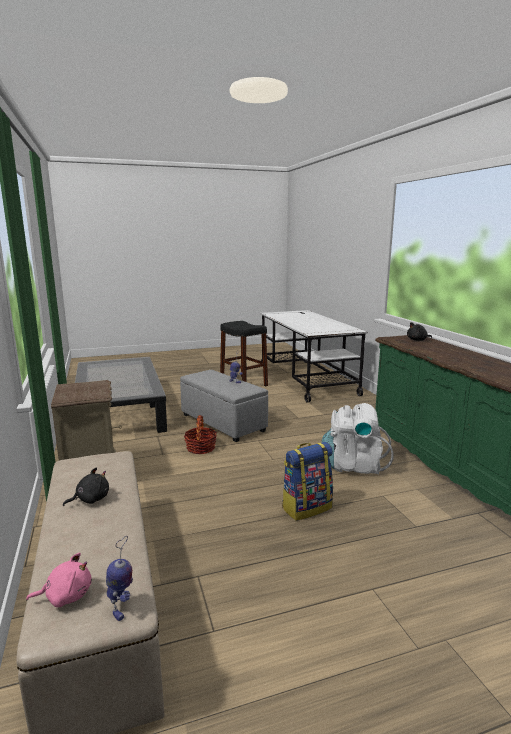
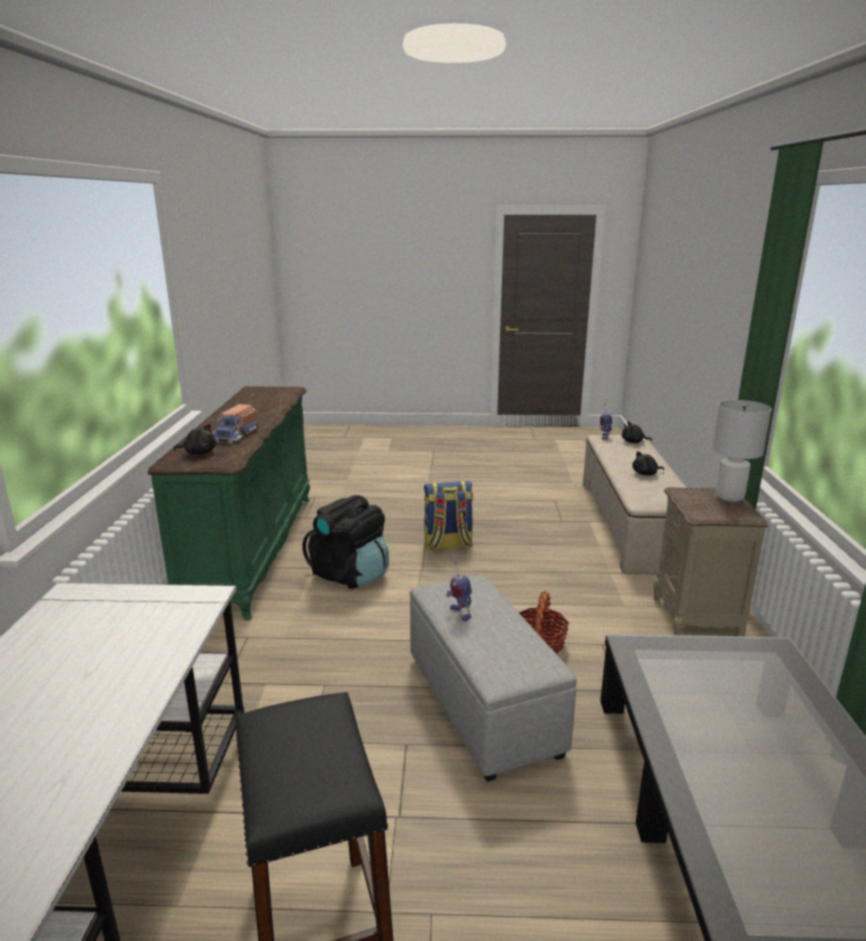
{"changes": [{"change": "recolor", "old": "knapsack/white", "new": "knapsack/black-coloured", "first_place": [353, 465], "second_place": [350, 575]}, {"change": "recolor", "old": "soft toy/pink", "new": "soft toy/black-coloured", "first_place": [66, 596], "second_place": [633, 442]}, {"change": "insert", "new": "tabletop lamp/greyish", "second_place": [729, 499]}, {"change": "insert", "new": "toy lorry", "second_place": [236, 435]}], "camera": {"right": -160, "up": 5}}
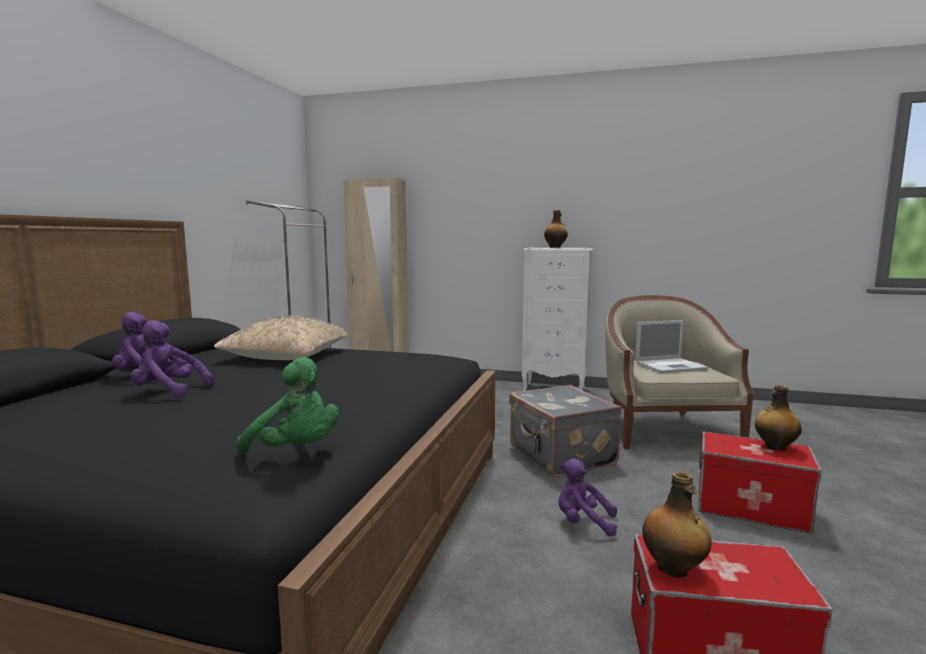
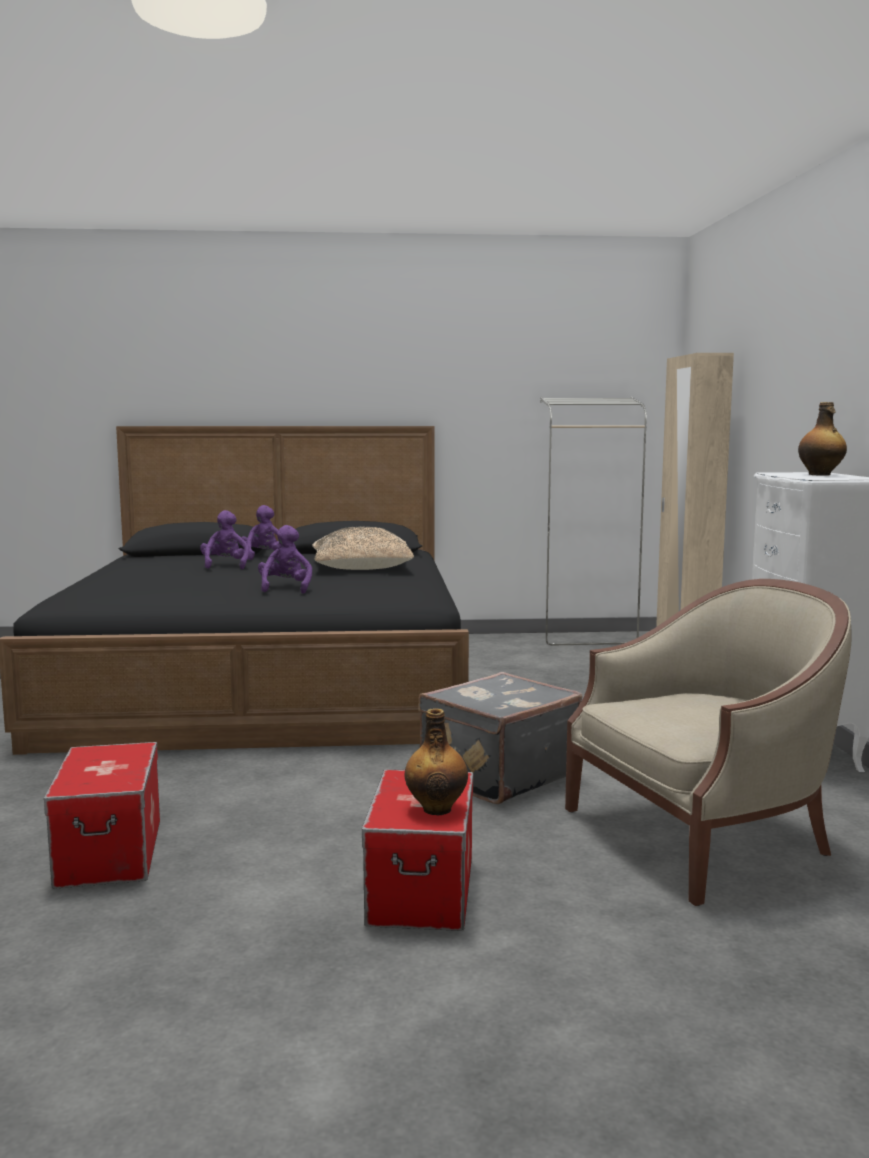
{"changes": [{"change": "delete", "old": "laptop", "first_place": [671, 366]}, {"change": "delete", "old": "soft toy/green", "first_place": [296, 451]}, {"change": "move", "old": "soft toy/purple-coloured", "first_place": [583, 523], "second_place": [285, 588]}, {"change": "delete", "old": "drink bottle", "first_place": [673, 569]}], "camera": {"right": 70, "up": 0}}
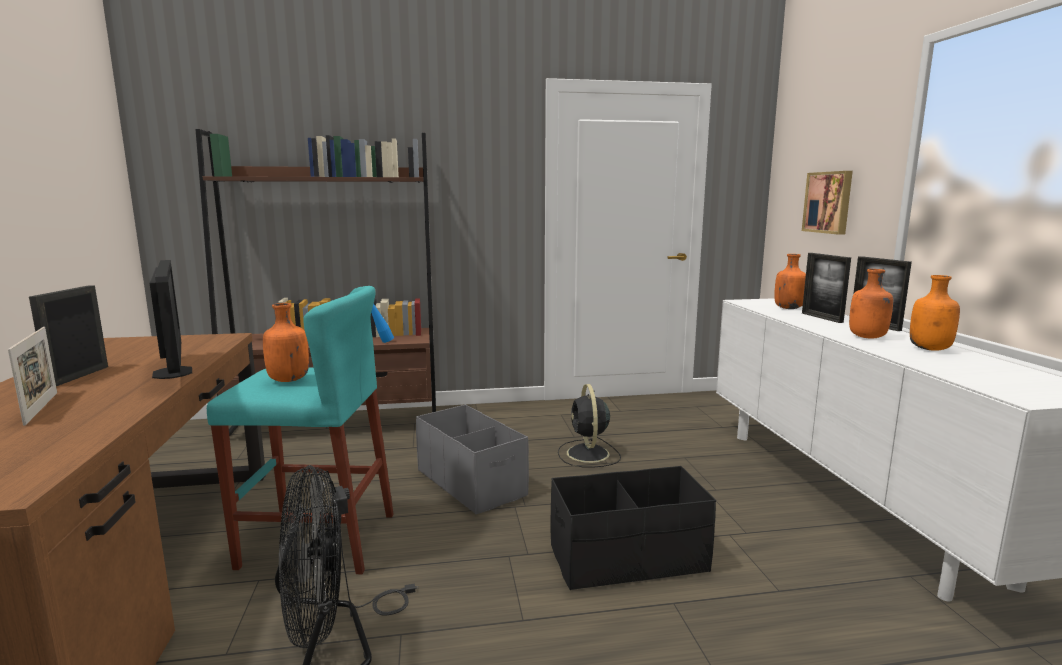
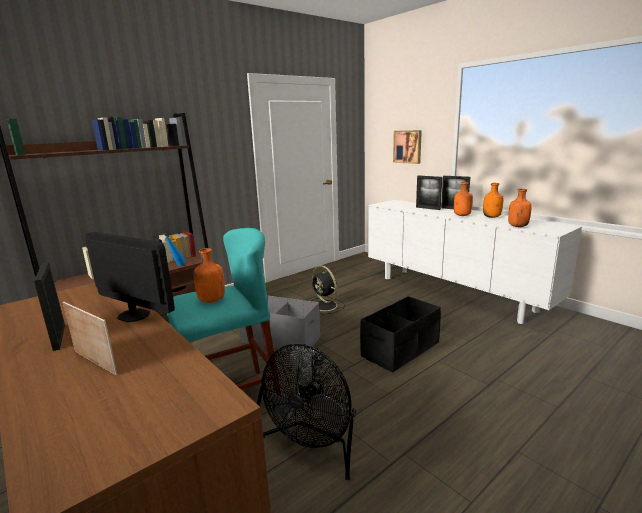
{"changes": [{"change": "move", "old": "drink bottle/orangey", "first_place": [788, 308], "second_place": [517, 226]}], "camera": {"right": -30, "up": 5}}
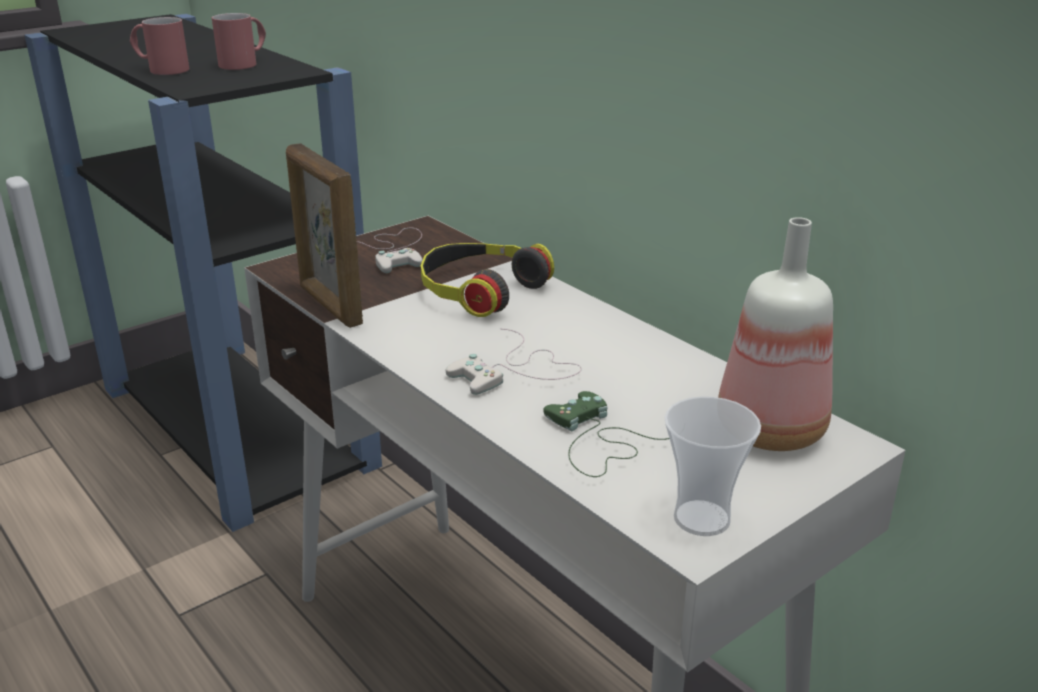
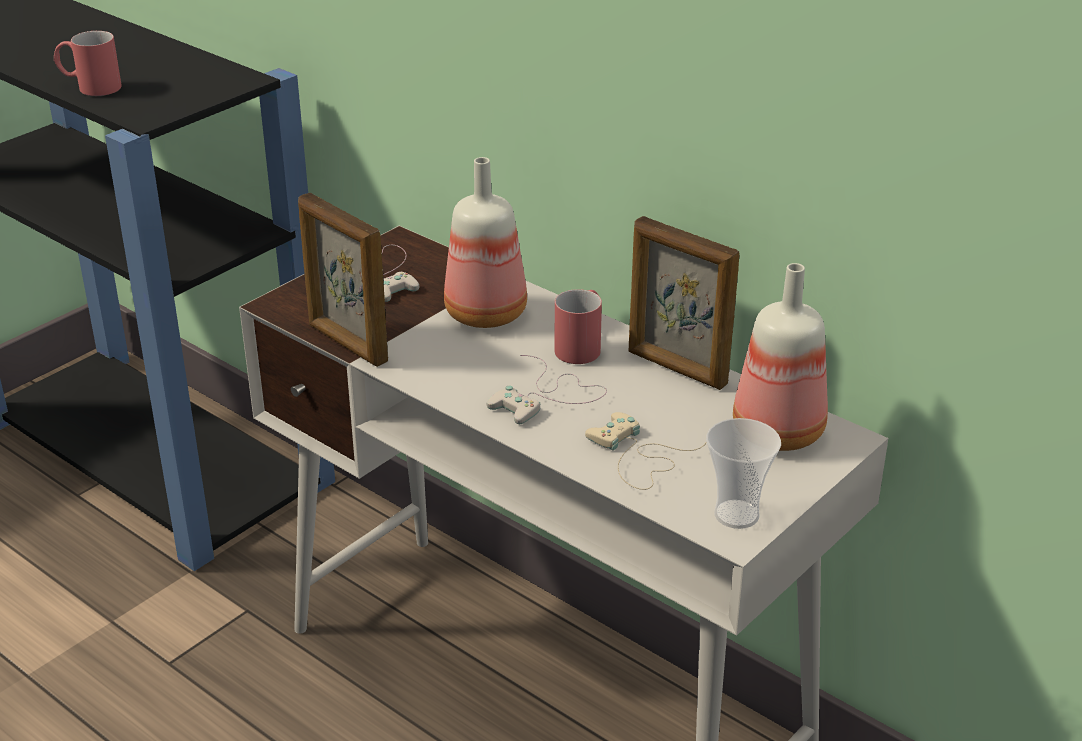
{"changes": [{"change": "move", "old": "coffee mug/red-coloured", "first_place": [245, 63], "second_place": [582, 345]}, {"change": "replace", "old": "headset", "new": "drink bottle", "first_place": [480, 290], "second_place": [485, 312]}, {"change": "recolor", "old": "gamepad/green", "new": "gamepad/beige", "first_place": [600, 441], "second_place": [639, 456]}, {"change": "insert", "new": "standing frame", "second_place": [676, 368]}], "camera": {"right": -10, "up": 5}}
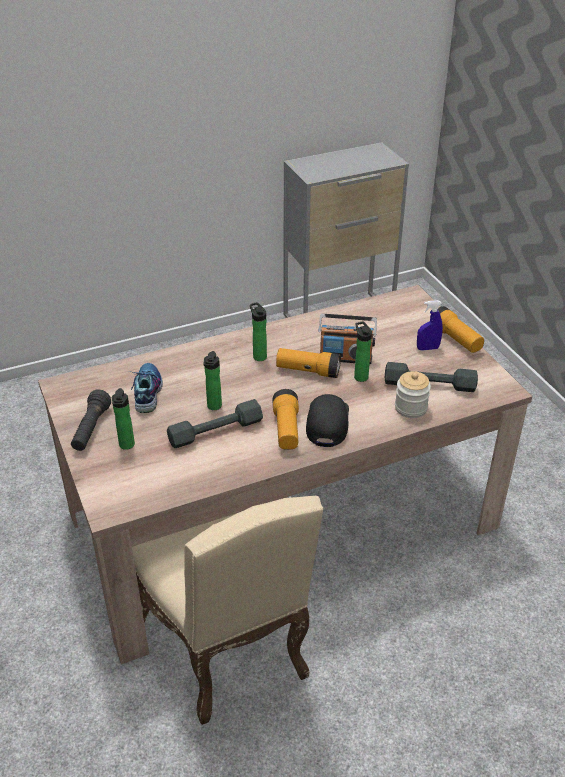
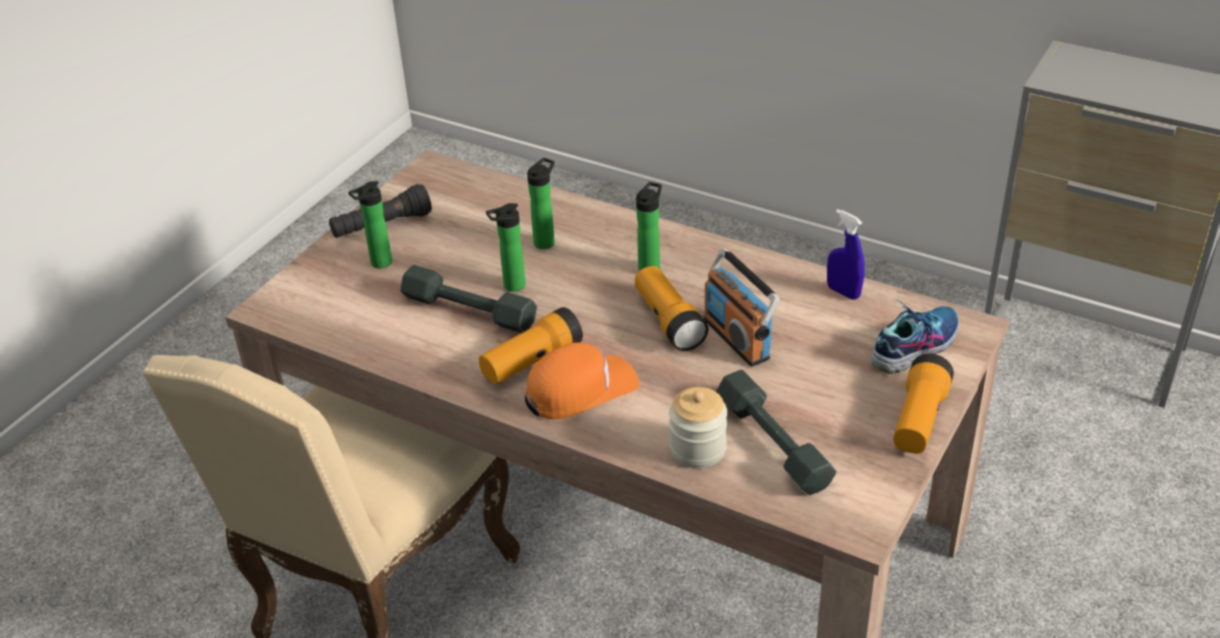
{"changes": [{"change": "move", "old": "spray bottle/blue", "first_place": [427, 348], "second_place": [843, 292]}, {"change": "move", "old": "drink bottle", "first_place": [360, 376], "second_place": [546, 241]}, {"change": "move", "old": "shoe", "first_place": [147, 392], "second_place": [914, 346]}, {"change": "recolor", "old": "cap/black-coloured", "new": "cap/orangey", "first_place": [327, 423], "second_place": [581, 389]}], "camera": {"right": 55, "up": 0}}
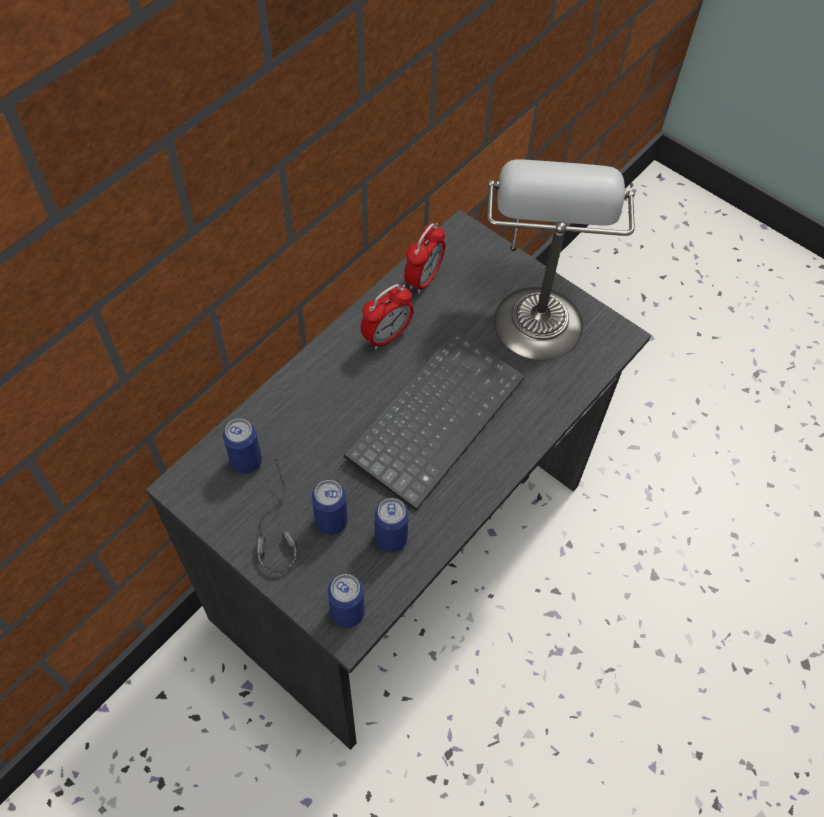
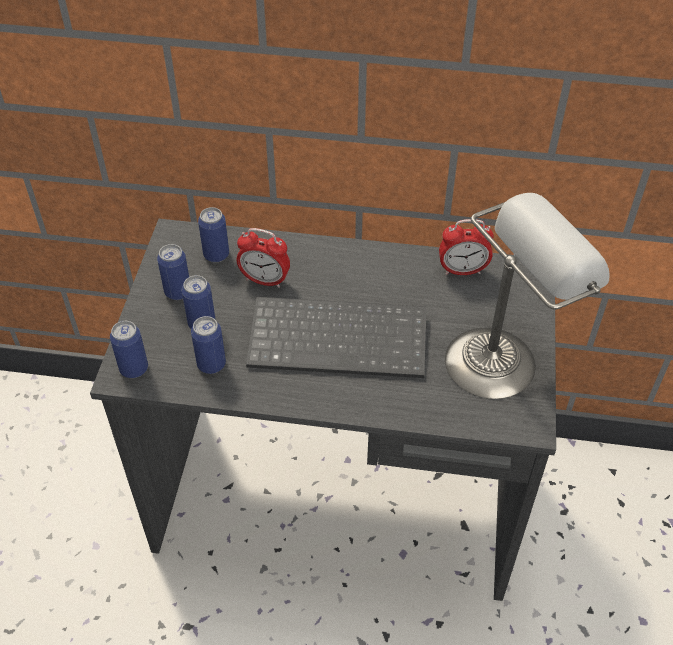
{"changes": [{"change": "move", "old": "bedside clock", "first_place": [386, 336], "second_place": [265, 280]}, {"change": "replace", "old": "headset", "new": "can", "first_place": [271, 522], "second_place": [178, 292]}], "camera": {"right": 60, "up": -10}}
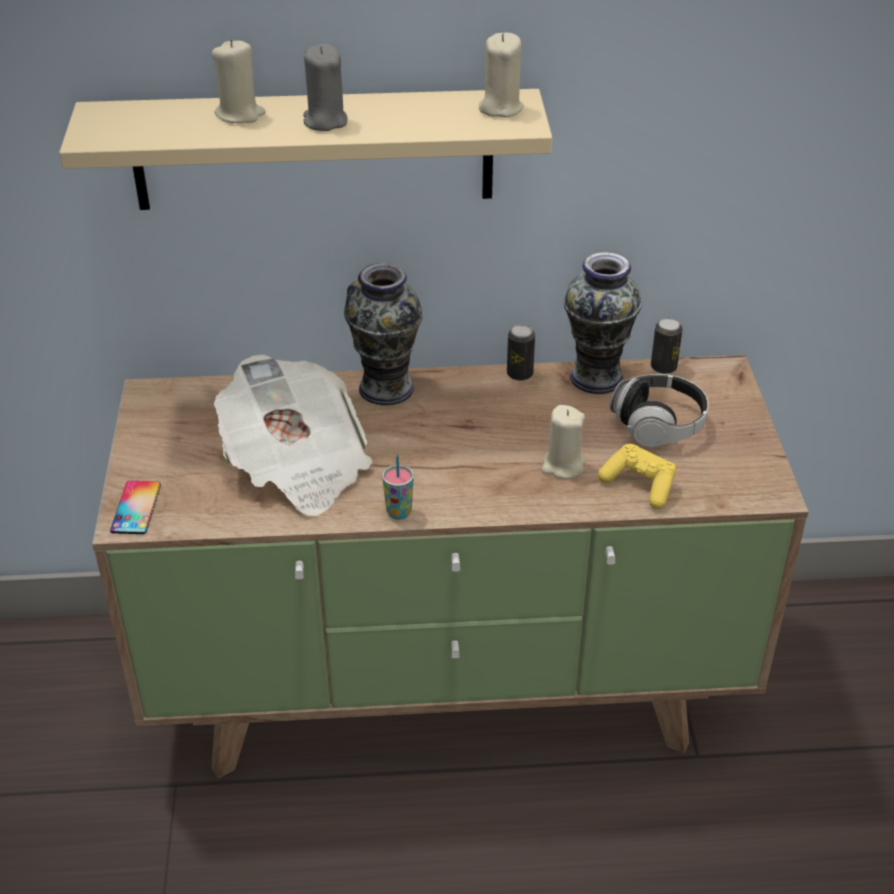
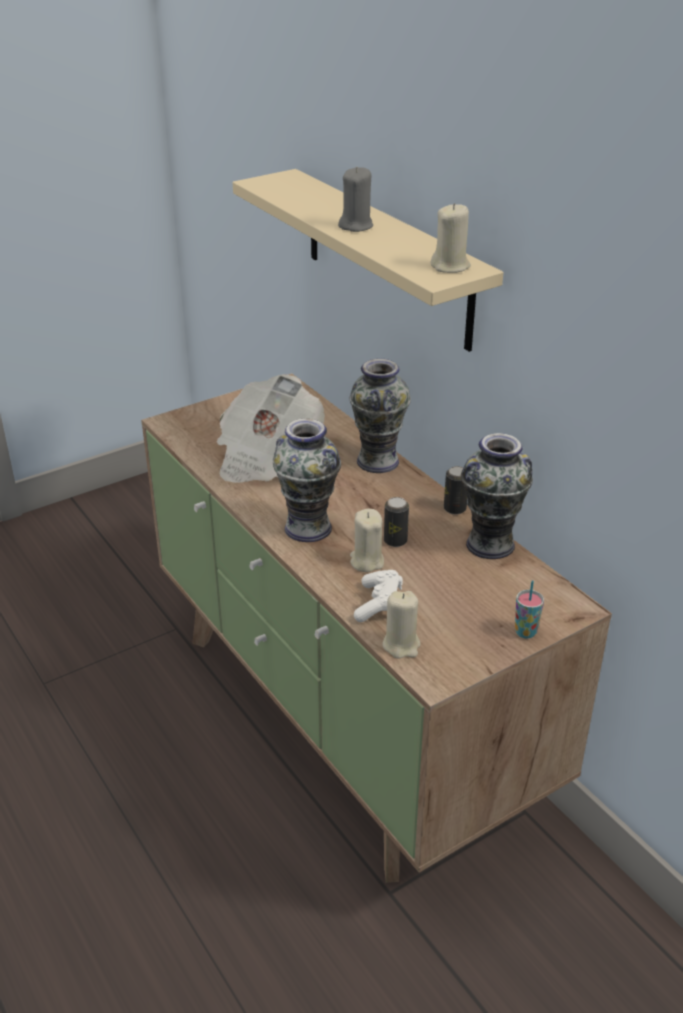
{"changes": [{"change": "move", "old": "wax light/beige", "first_place": [240, 114], "second_place": [401, 645]}, {"change": "move", "old": "can", "first_place": [663, 367], "second_place": [395, 541]}, {"change": "delete", "old": "headset", "first_place": [658, 425]}, {"change": "recolor", "old": "gamepad/yellowish", "new": "gamepad/white", "first_place": [639, 485], "second_place": [378, 604]}, {"change": "move", "old": "cup", "first_place": [399, 512], "second_place": [525, 632]}, {"change": "delete", "old": "handset", "first_place": [136, 508]}, {"change": "insert", "new": "flower vase", "second_place": [308, 528]}], "camera": {"right": 60, "up": -5}}
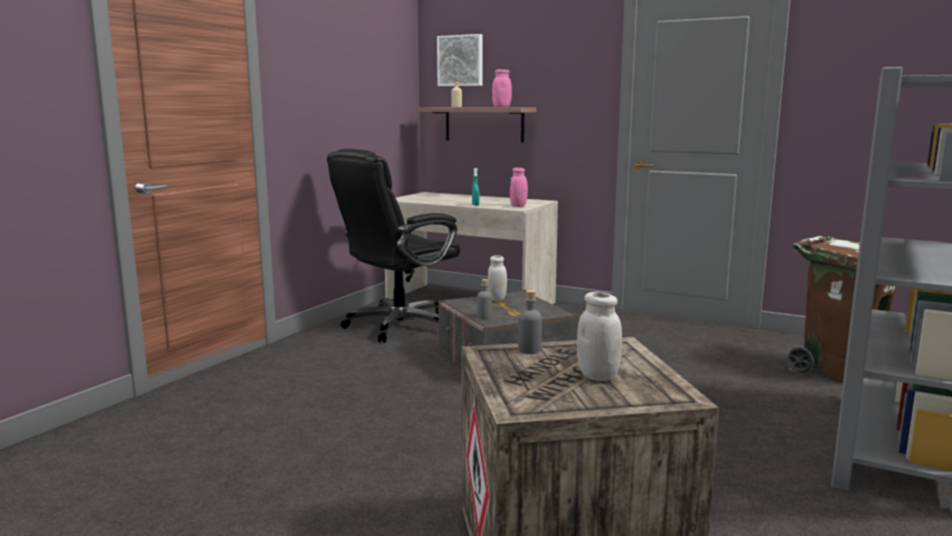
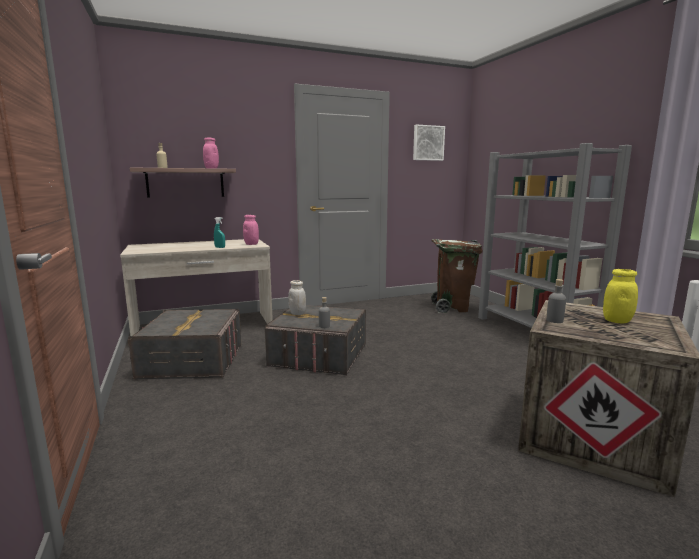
{"changes": [{"change": "move", "old": "picture", "first_place": [461, 60], "second_place": [428, 143]}, {"change": "replace", "old": "office chair/black-coloured", "new": "storage container/greyish", "first_place": [399, 325], "second_place": [192, 361]}, {"change": "recolor", "old": "preserve jar/white", "new": "preserve jar/yellowish", "first_place": [598, 376], "second_place": [617, 321]}], "camera": {"right": -50, "up": 0}}
